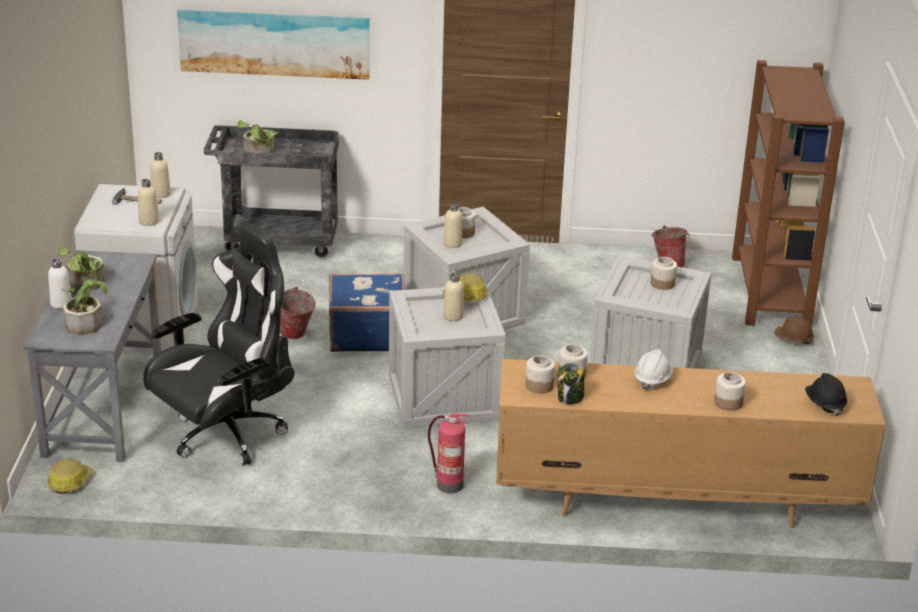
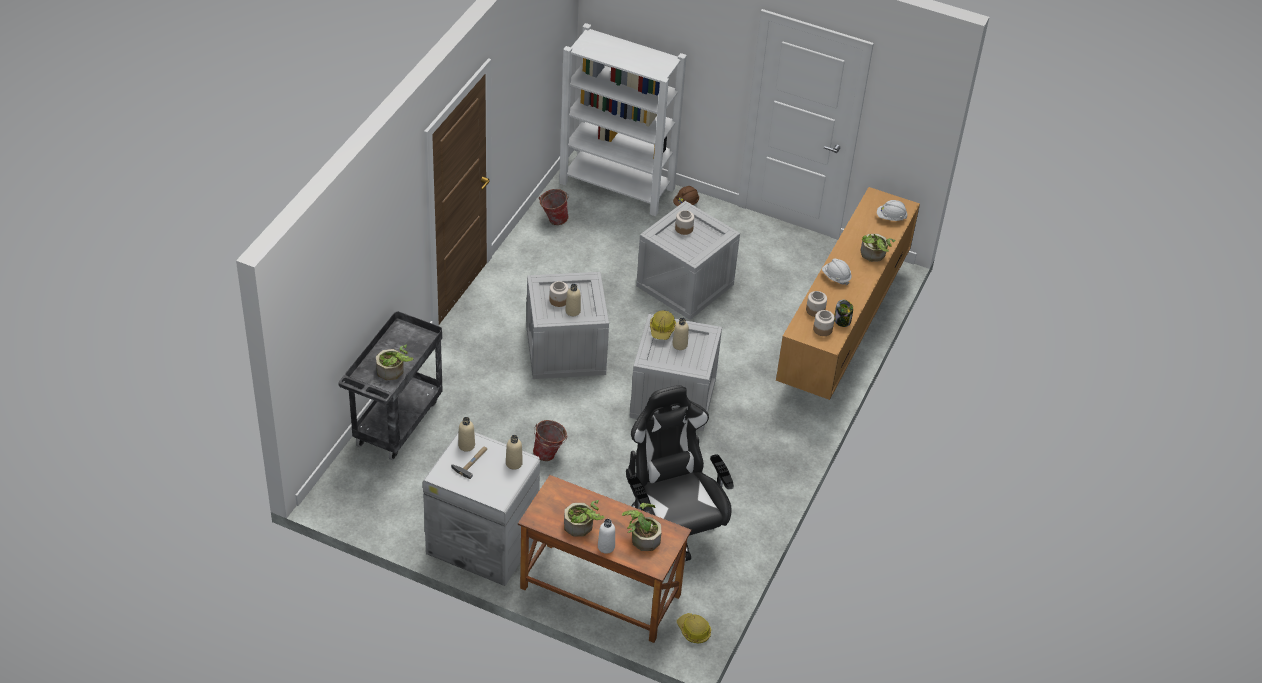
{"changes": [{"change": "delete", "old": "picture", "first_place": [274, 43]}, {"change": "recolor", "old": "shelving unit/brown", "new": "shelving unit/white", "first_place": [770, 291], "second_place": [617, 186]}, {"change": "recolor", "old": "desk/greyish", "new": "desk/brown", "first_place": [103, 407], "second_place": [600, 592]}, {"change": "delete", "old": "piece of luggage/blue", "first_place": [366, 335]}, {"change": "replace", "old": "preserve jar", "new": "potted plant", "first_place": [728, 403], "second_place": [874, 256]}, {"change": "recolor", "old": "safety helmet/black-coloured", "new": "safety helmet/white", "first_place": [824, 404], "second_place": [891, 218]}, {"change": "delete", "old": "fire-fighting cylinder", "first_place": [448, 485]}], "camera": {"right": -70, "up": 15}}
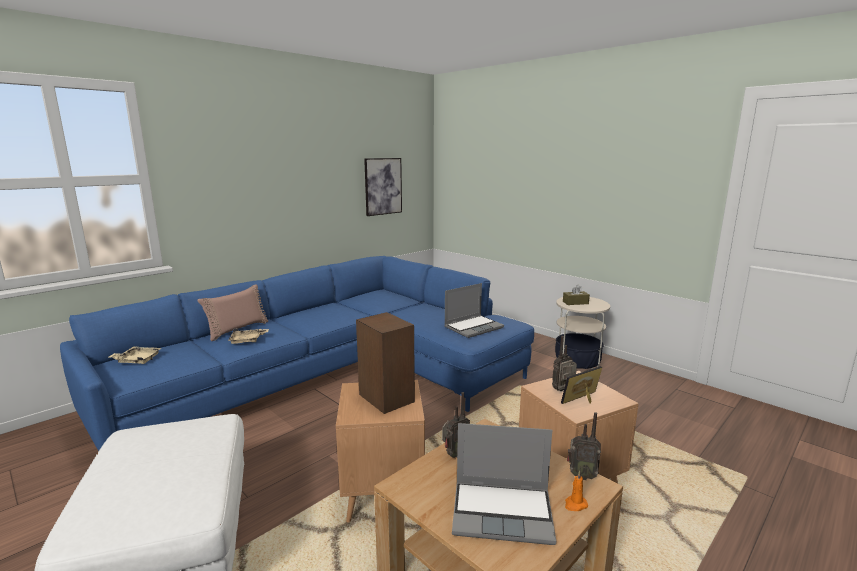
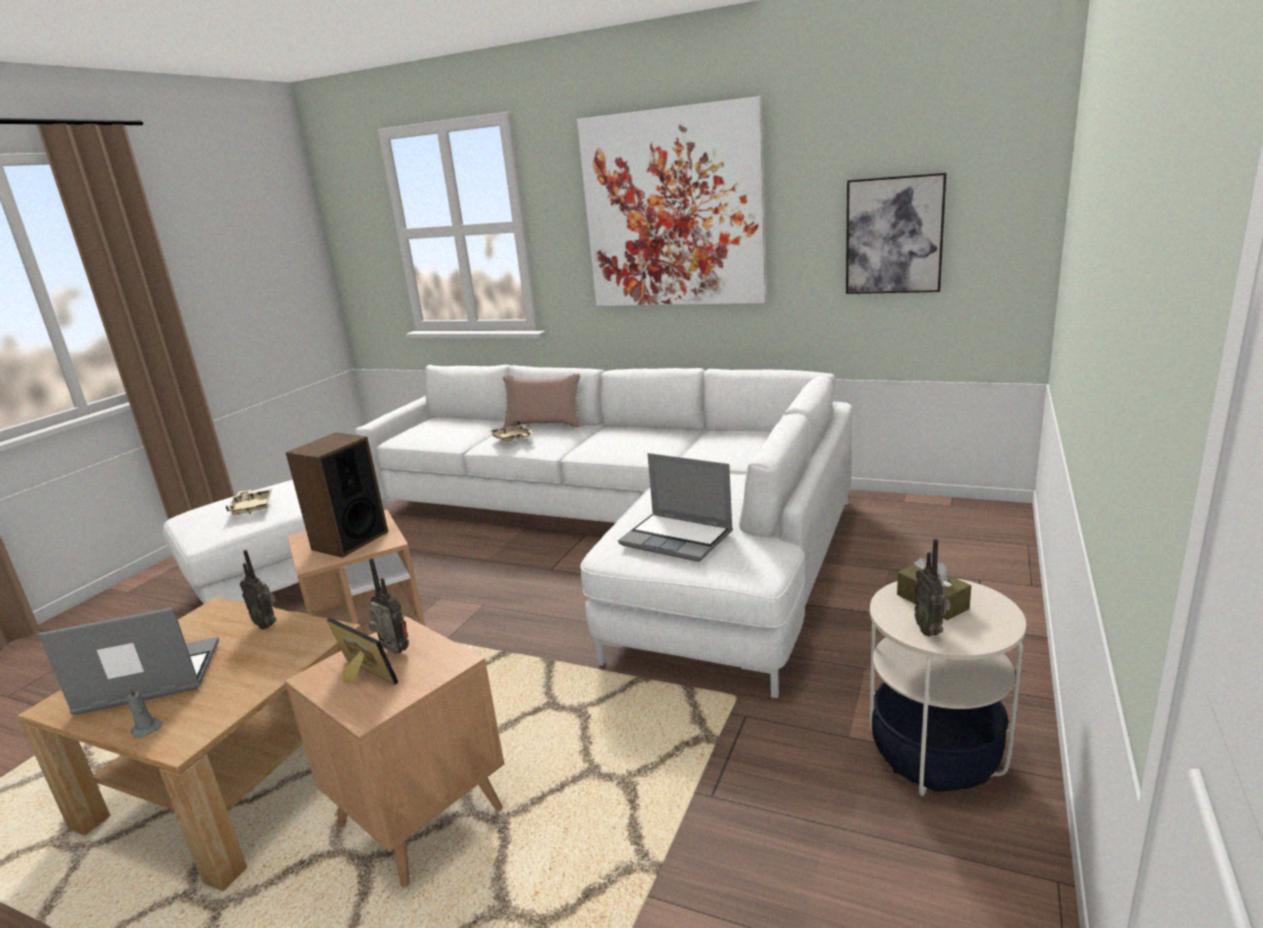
{"changes": [{"change": "recolor", "old": "couch/blue", "new": "couch/white", "first_place": [332, 376], "second_place": [627, 532]}, {"change": "move", "old": "tray/beige", "first_place": [137, 360], "second_place": [252, 508]}, {"change": "move", "old": "radio", "first_place": [581, 475], "second_place": [930, 630]}, {"change": "rotate", "old": "laptop", "first_place": [503, 512], "second_place": [148, 680], "degrees": 90}, {"change": "recolor", "old": "wax light/orangey", "new": "wax light/greyish", "first_place": [575, 505], "second_place": [146, 729]}, {"change": "insert", "new": "picture", "second_place": [673, 209]}], "camera": {"right": 70, "up": 5}}
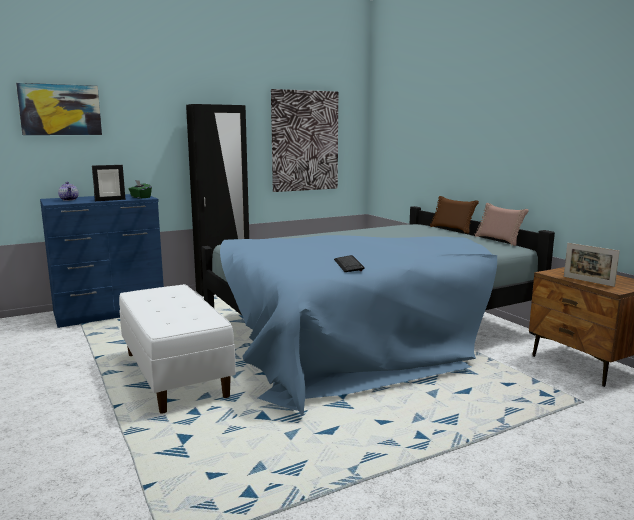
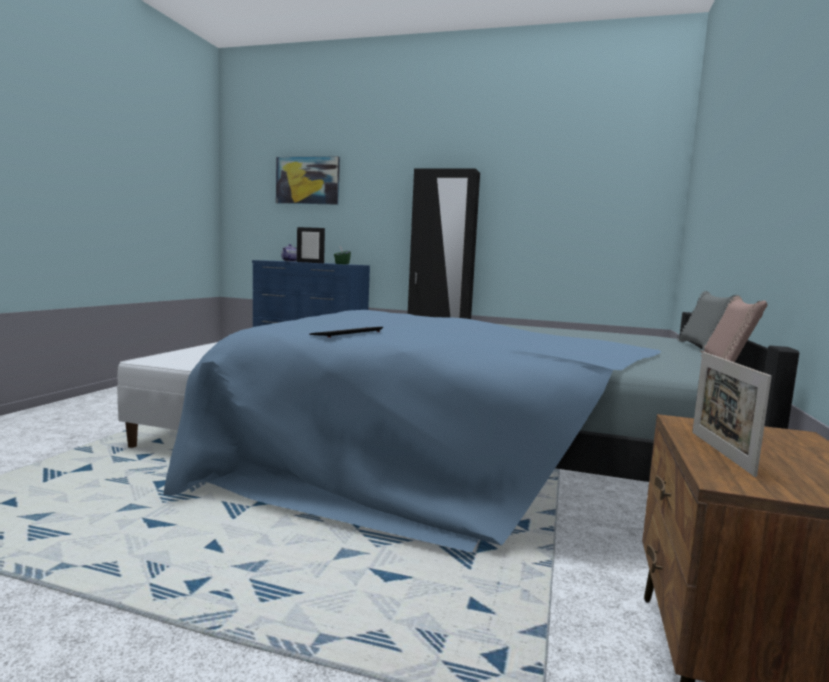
{"changes": [{"change": "delete", "old": "picture", "first_place": [305, 141]}, {"change": "recolor", "old": "cushion/brown", "new": "cushion/greyish", "first_place": [452, 229], "second_place": [702, 348]}], "camera": {"right": 45, "up": -5}}
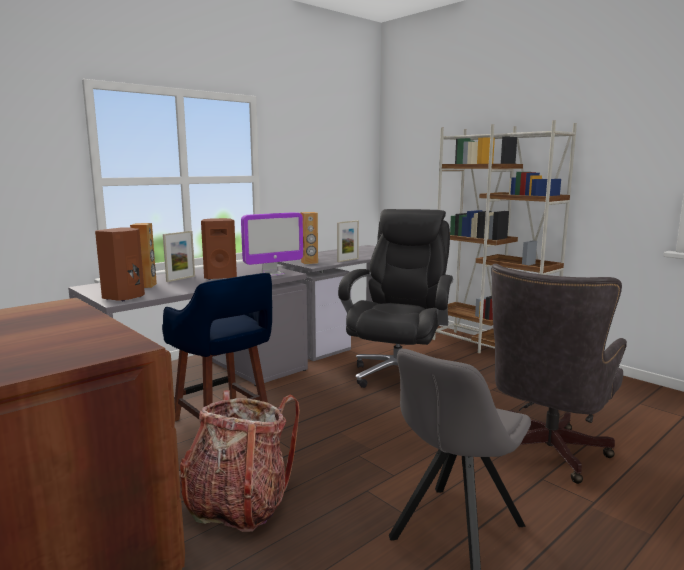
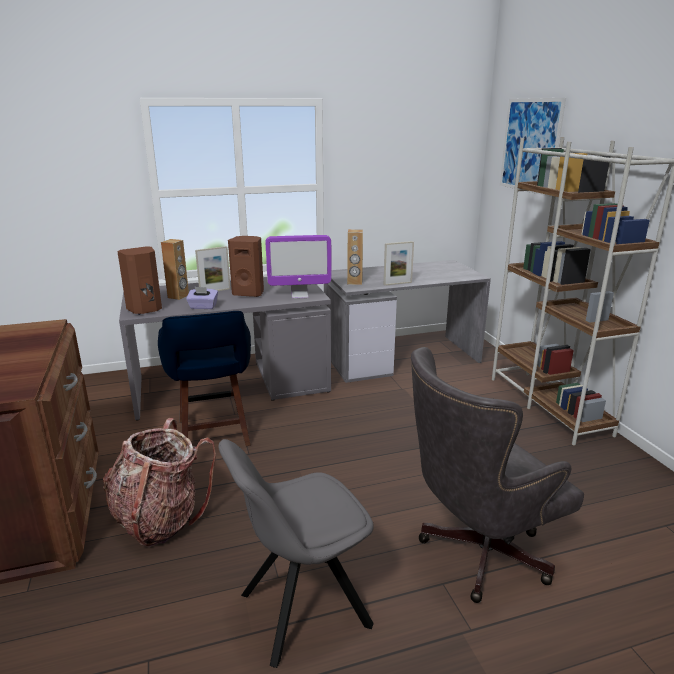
{"changes": [{"change": "delete", "old": "office chair/black-coloured", "first_place": [398, 374]}, {"change": "insert", "new": "picture", "second_place": [530, 145]}, {"change": "insert", "new": "tissue holder/purple-coloured", "second_place": [203, 307]}], "camera": {"right": 25, "up": 10}}
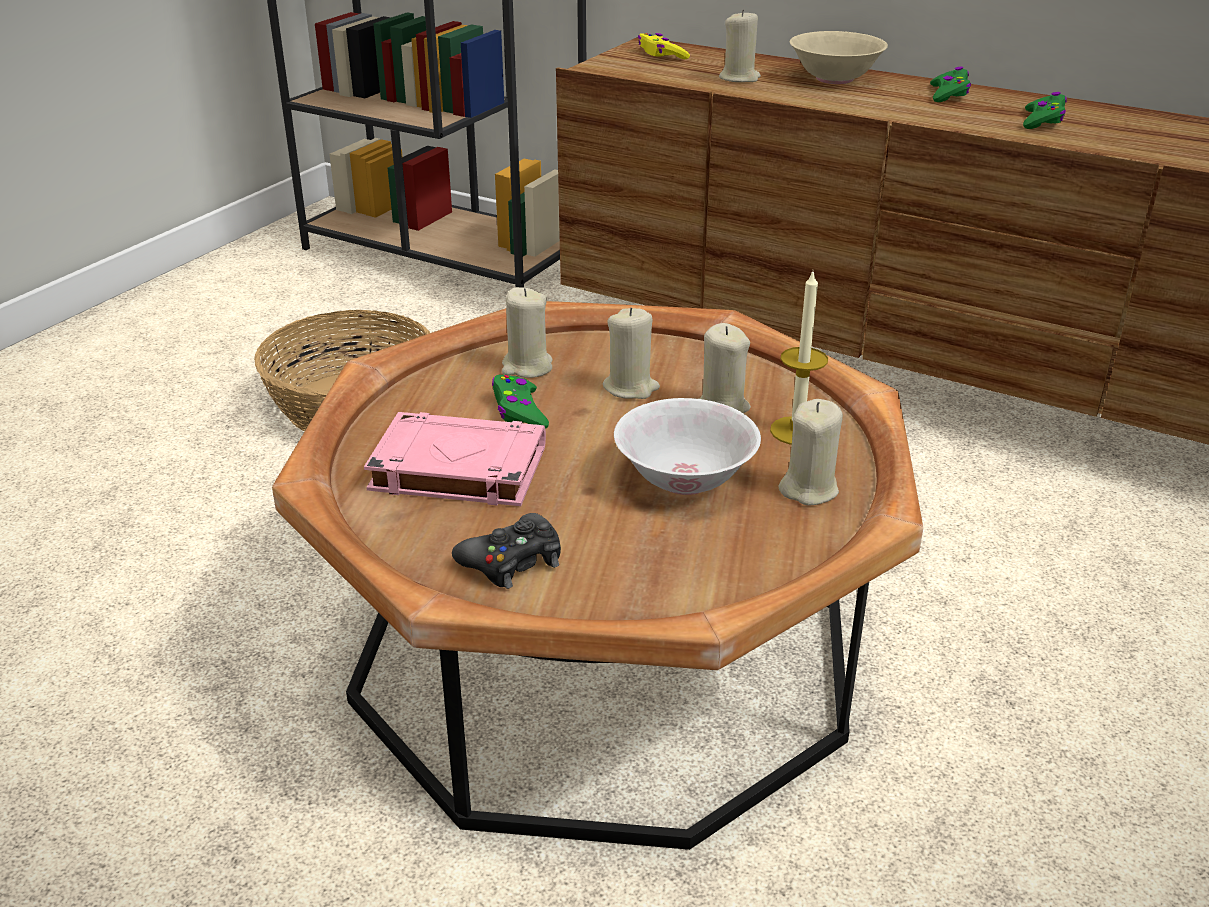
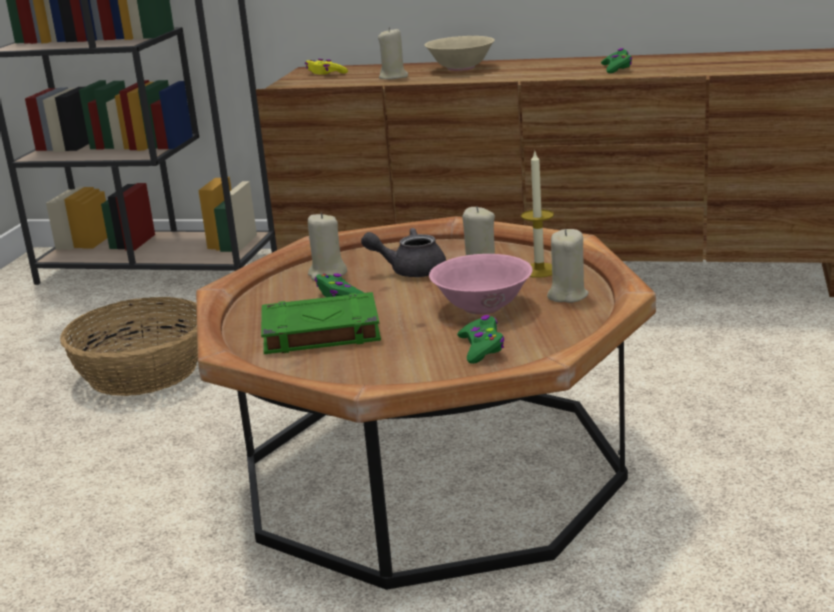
{"changes": [{"change": "move", "old": "gamepad/green", "first_place": [949, 94], "second_place": [482, 348]}, {"change": "replace", "old": "wax light/beige", "new": "tea pot/greyish", "first_place": [631, 388], "second_place": [410, 270]}, {"change": "recolor", "old": "serving bowl/white", "new": "serving bowl/pink", "first_place": [685, 479], "second_place": [483, 306]}, {"change": "recolor", "old": "volume/pink", "new": "volume/green", "first_place": [456, 469], "second_place": [319, 332]}, {"change": "delete", "old": "gamepad/black-coloured", "first_place": [512, 561]}], "camera": {"right": -15, "up": -10}}
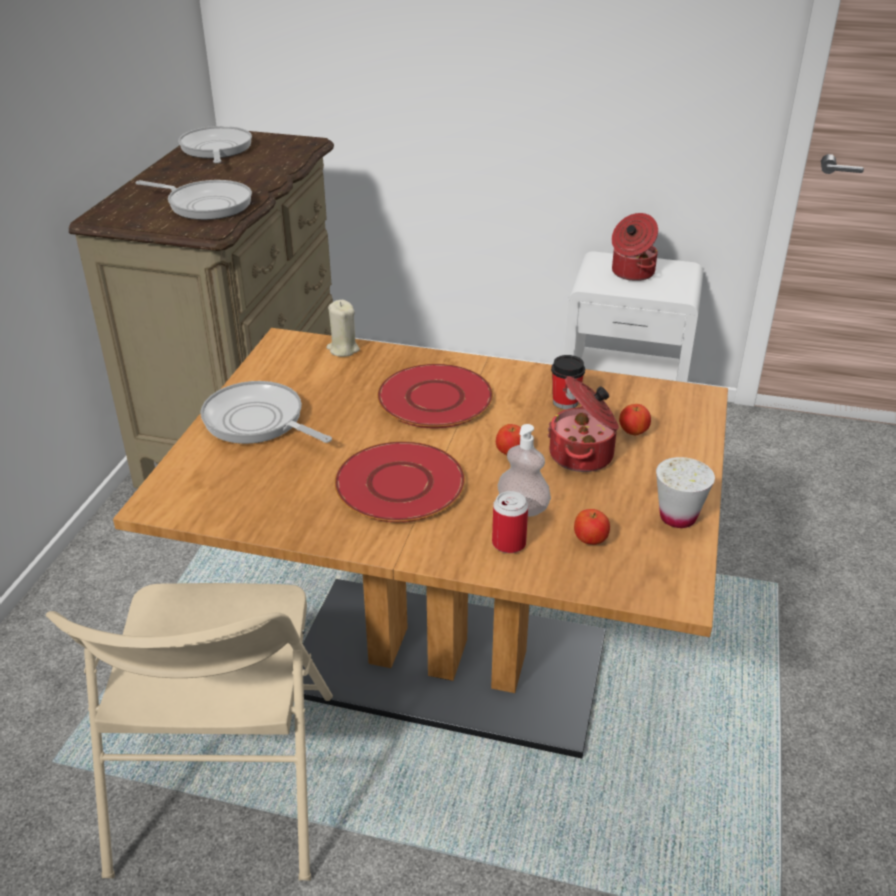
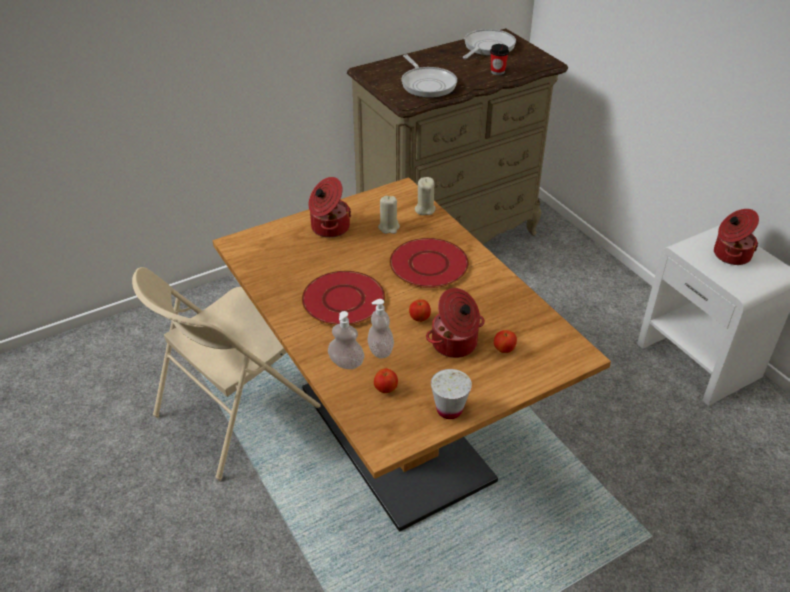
{"changes": [{"change": "move", "old": "cup", "first_place": [565, 402], "second_place": [497, 71]}, {"change": "replace", "old": "skillet", "new": "cooking pot", "first_place": [258, 421], "second_place": [329, 227]}, {"change": "replace", "old": "can", "new": "soap dispenser", "first_place": [509, 543], "second_place": [346, 363]}, {"change": "insert", "new": "wax light/beige", "second_place": [389, 227]}], "camera": {"right": 45, "up": 5}}
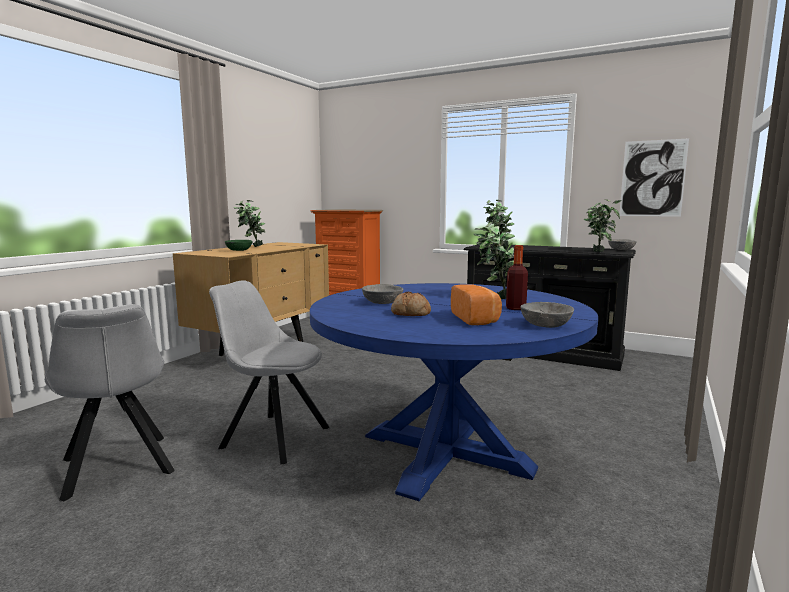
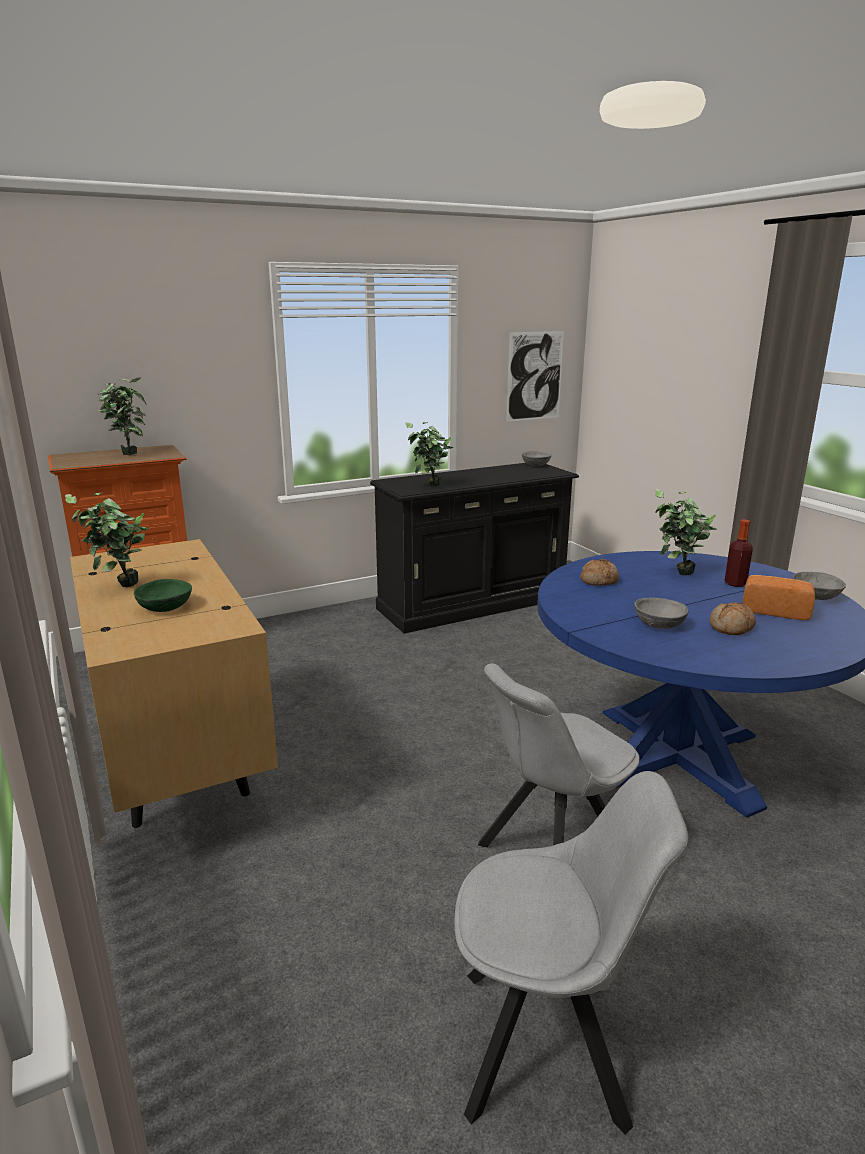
{"changes": [{"change": "move", "old": "potted plant", "first_place": [599, 251], "second_place": [128, 453]}, {"change": "insert", "new": "baked bread", "second_place": [599, 580]}], "camera": {"right": -55, "up": 10}}
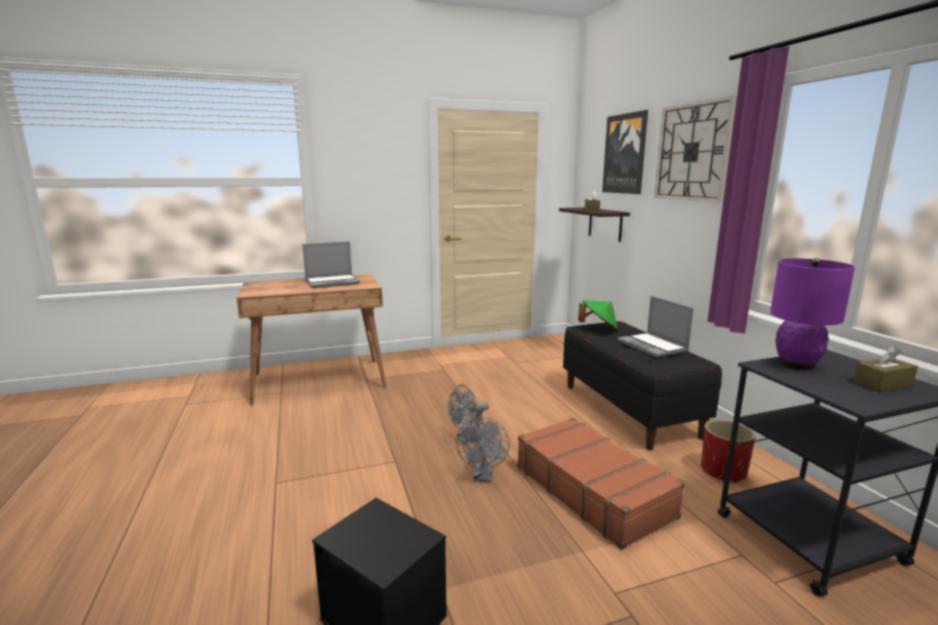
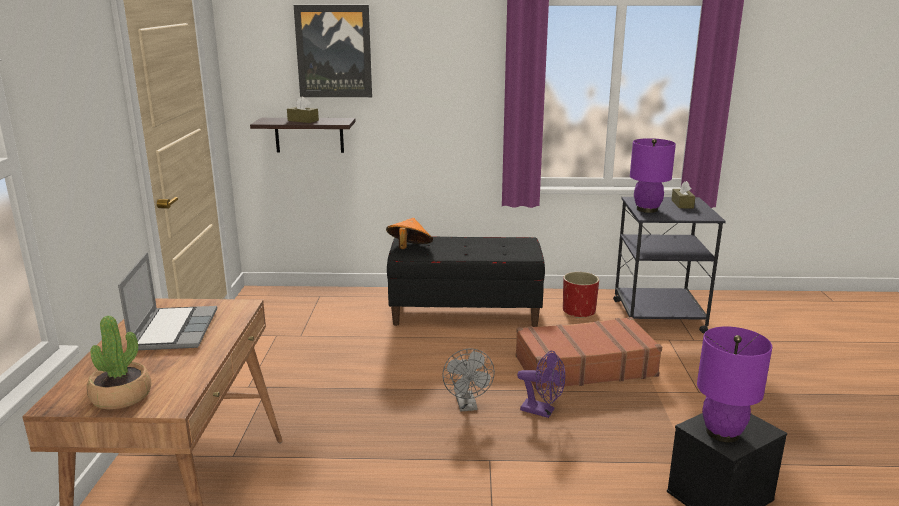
{"changes": [{"change": "delete", "old": "hanging clock", "first_place": [692, 152]}, {"change": "delete", "old": "laptop", "first_place": [653, 346]}, {"change": "recolor", "old": "clothing hat/green", "new": "clothing hat/orangey", "first_place": [598, 328], "second_place": [409, 249]}, {"change": "recolor", "old": "cooling fan/greyish", "new": "cooling fan/purple-coloured", "first_place": [483, 476], "second_place": [542, 411]}, {"change": "insert", "new": "potted plant", "second_place": [121, 396]}, {"change": "insert", "new": "tabletop lamp/purple-coloured", "second_place": [723, 433]}], "camera": {"right": -70, "up": 5}}
